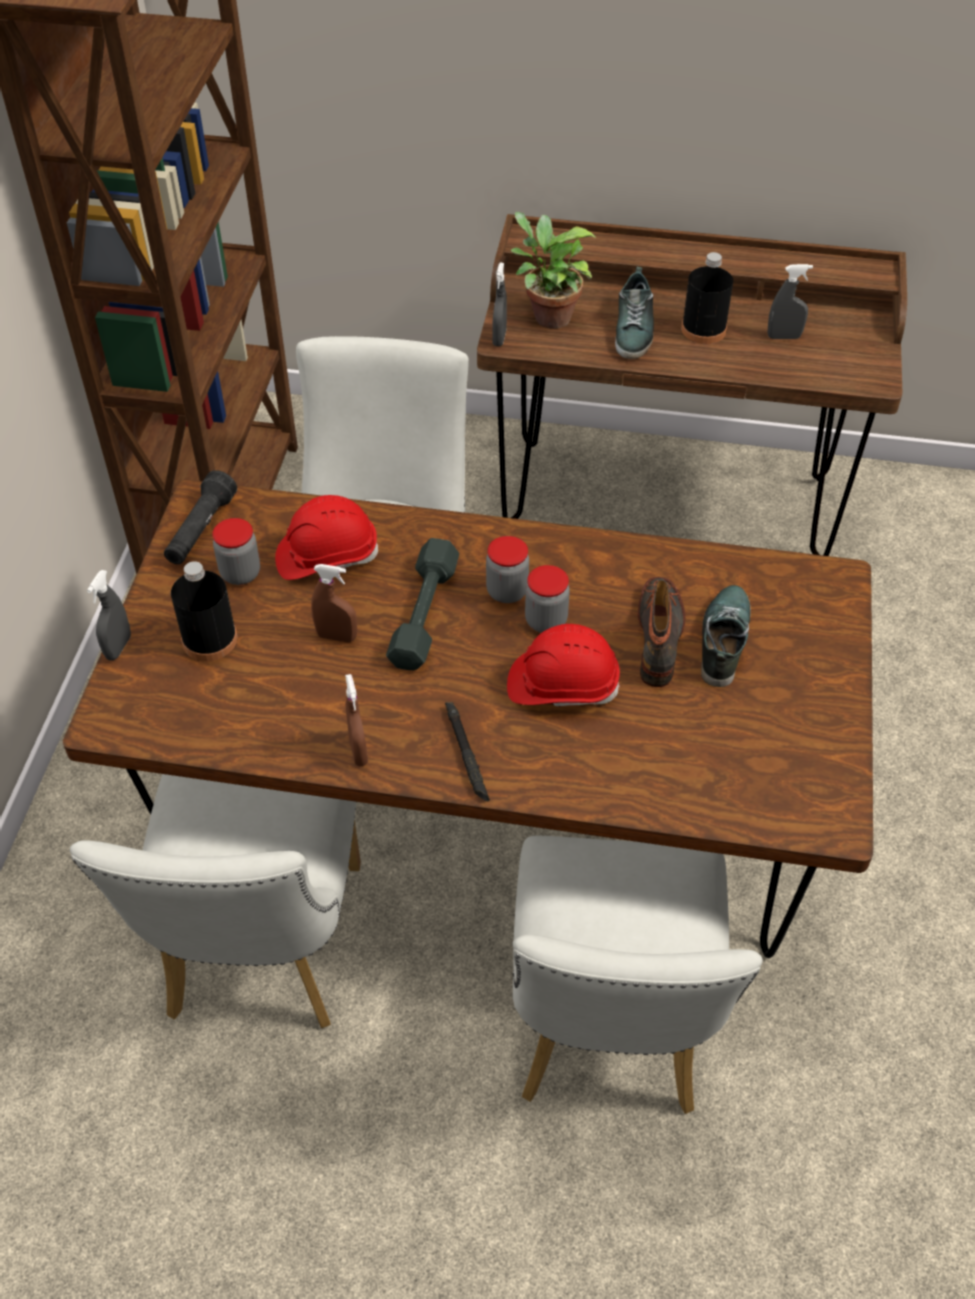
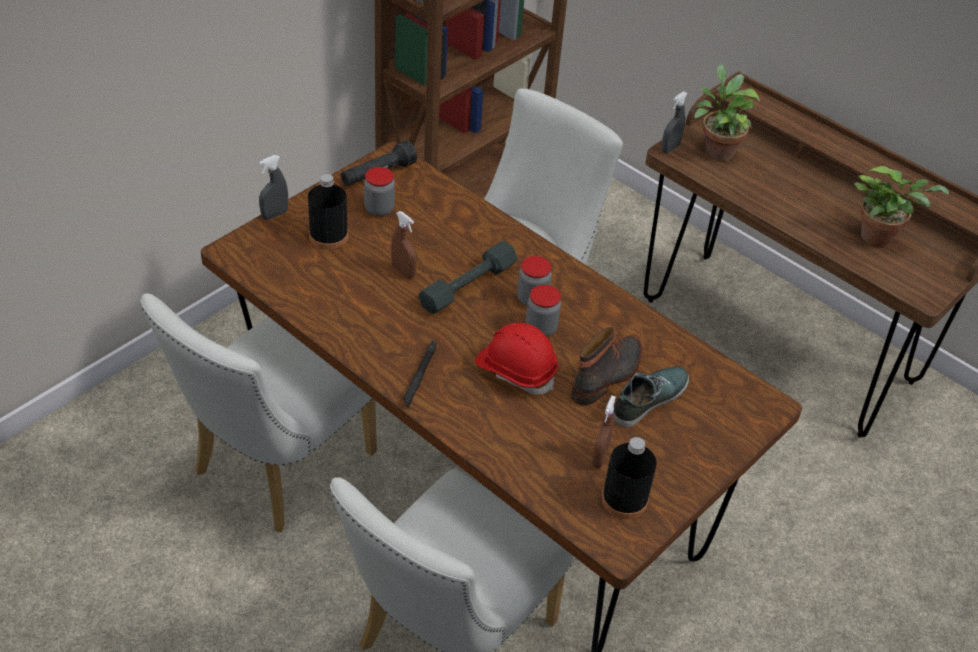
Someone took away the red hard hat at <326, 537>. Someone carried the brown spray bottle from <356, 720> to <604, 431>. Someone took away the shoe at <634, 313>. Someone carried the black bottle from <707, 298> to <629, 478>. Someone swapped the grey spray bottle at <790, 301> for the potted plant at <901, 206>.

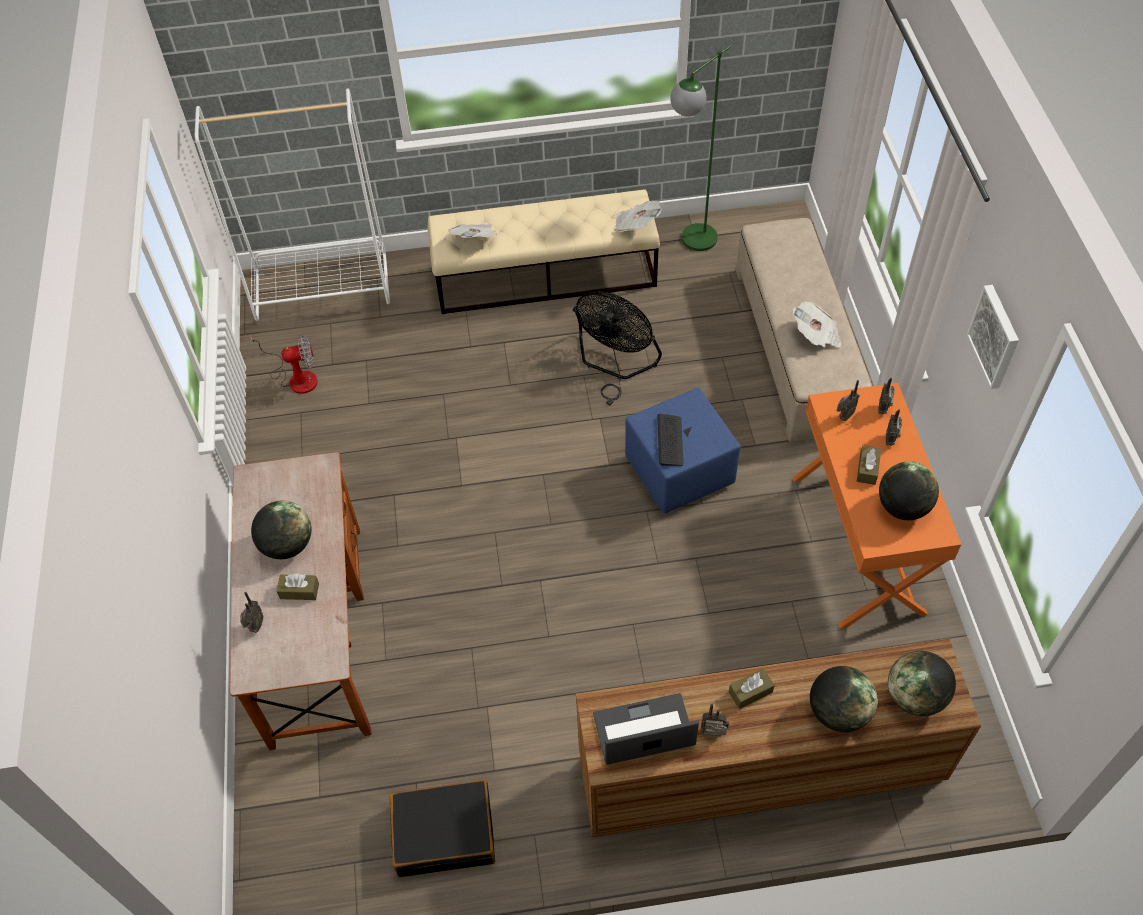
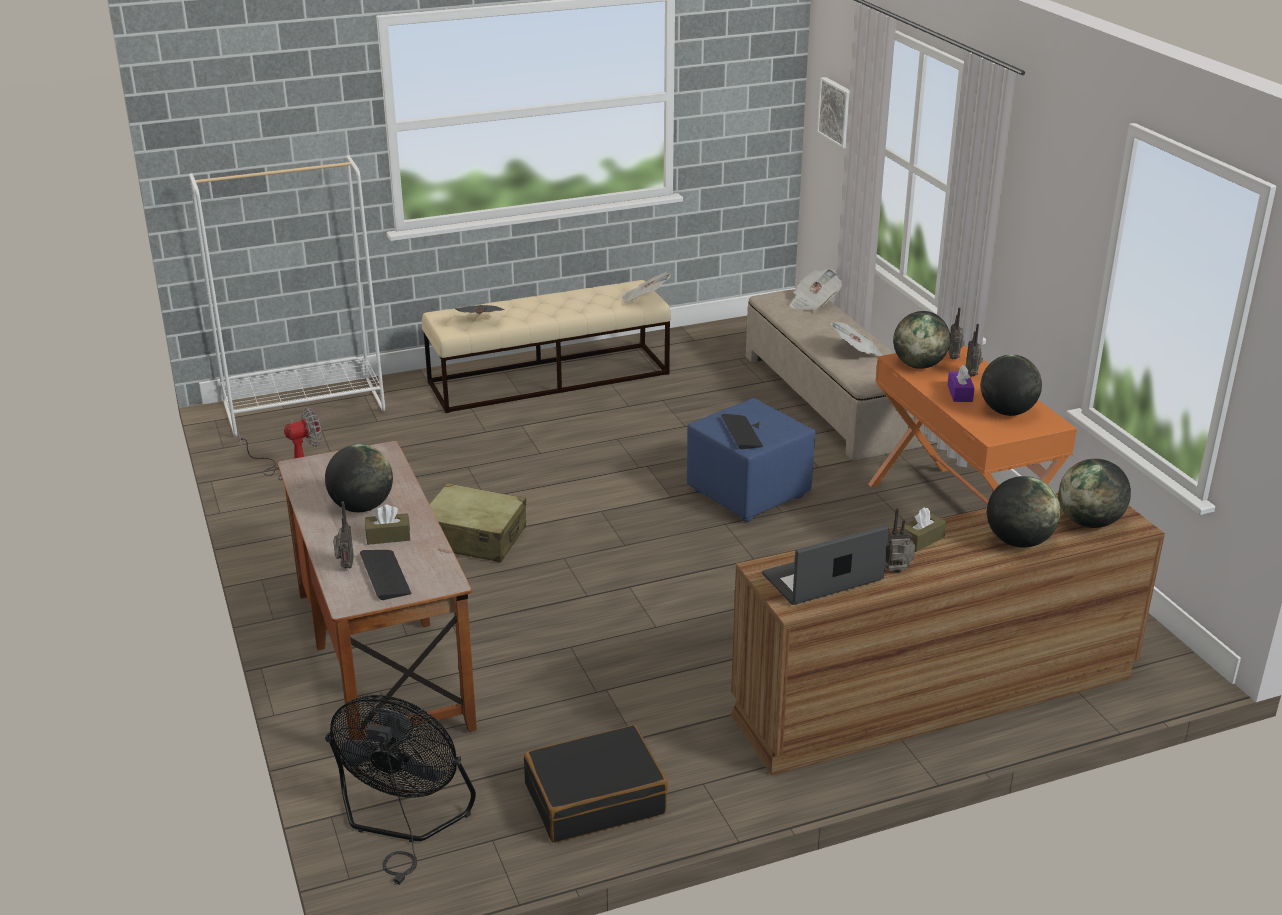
Someone carried the black fan from <617, 348> to <400, 790>. Someone took away the green floor lamp at <700, 148>. Someone swapped the radio at <848, 400> for the globe at <921, 340>. Someone repainted the brown tissue box at <869, 465>, which became the purple tissue box at <961, 383>. Someone carried the picture from <993, 337> to <833, 113>. Someone put down the keyboard at <385, 575>. Someone put down the beige suitcase at <477, 523>. Someone put down the newspaper at <816, 290>.

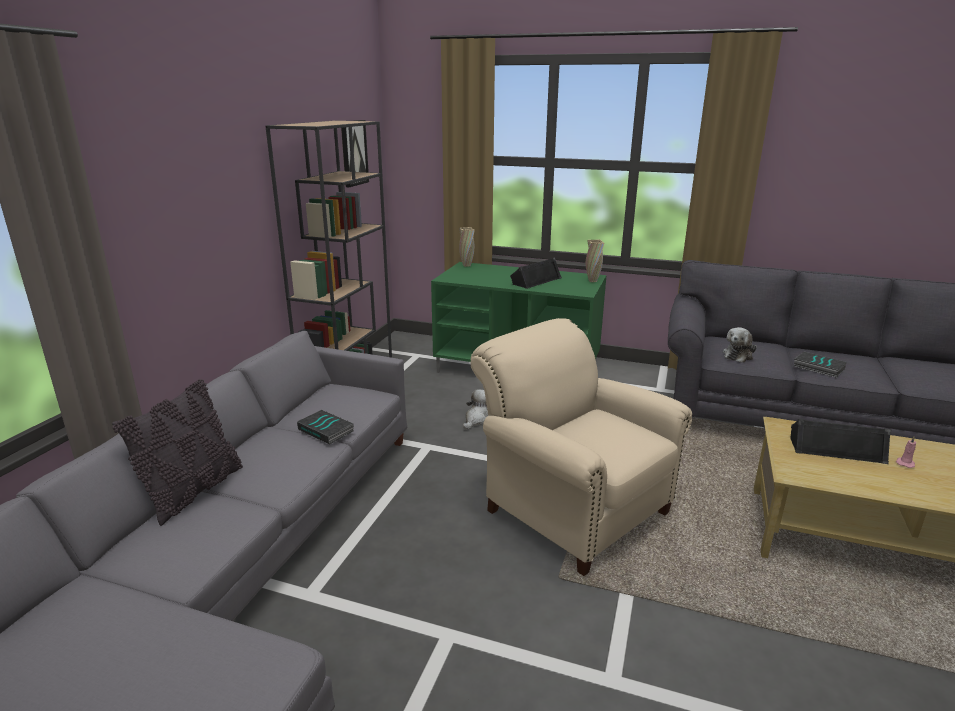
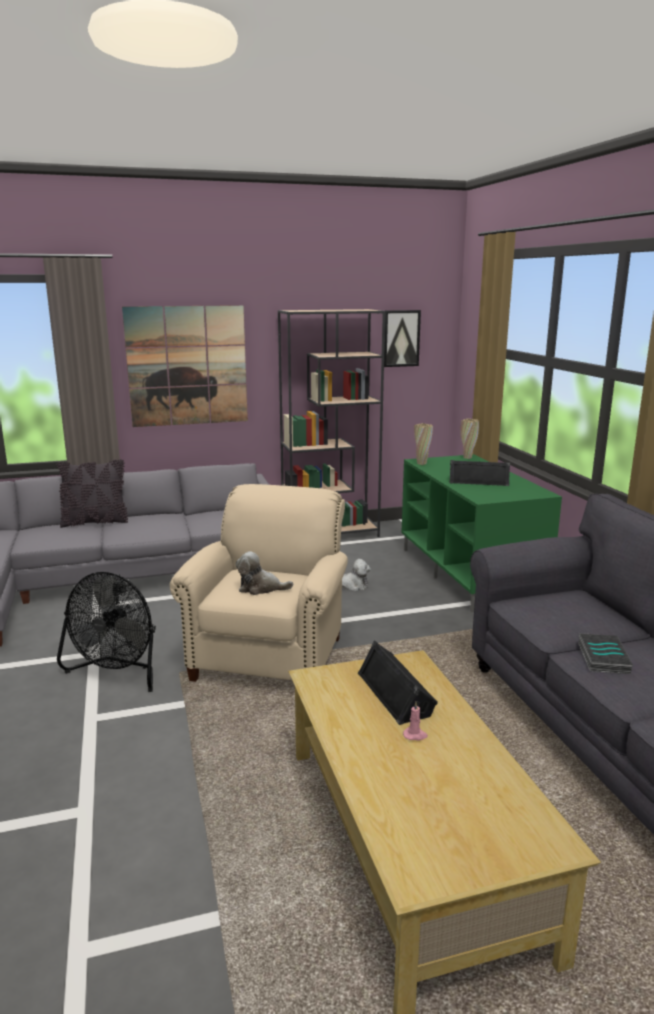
Someone took away the book at <325, 427>. Someone carried the beige vase from <595, 261> to <423, 444>. Someone carried the plush toy from <740, 344> to <264, 573>. Someone put down the black fan at <106, 632>. Someone put up the picture at <185, 366>.

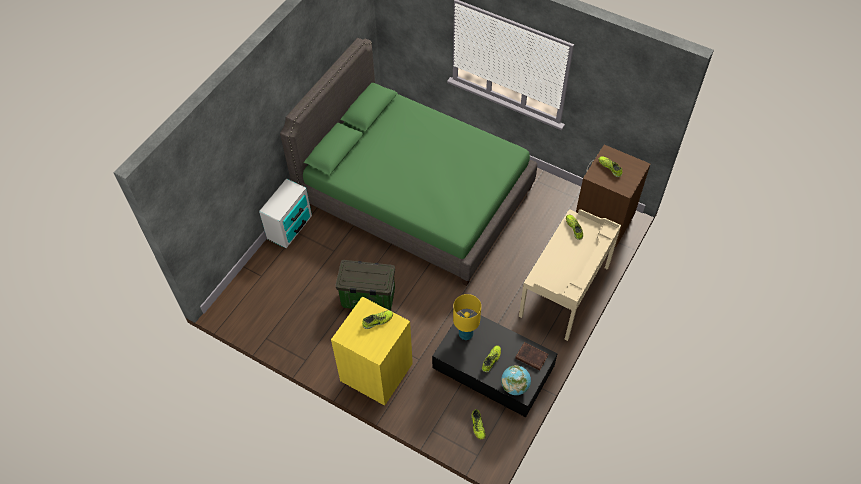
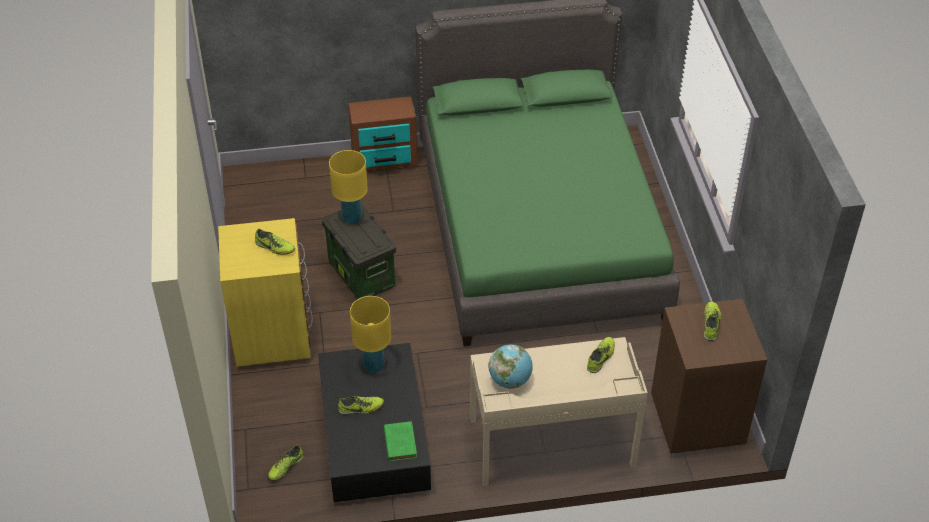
Someone repainted the white nightstand at <285, 213>, which became the brown nightstand at <383, 133>. Someone carried the globe from <516, 380> to <511, 367>. Someone repainted the brown book at <531, 356>, which became the green book at <400, 441>. Someone put down the yellow table lamp at <348, 187>.

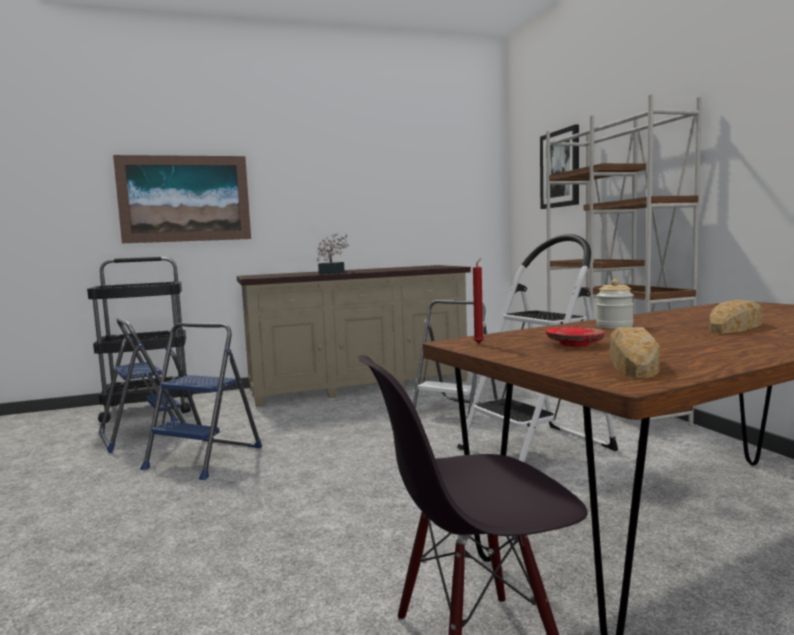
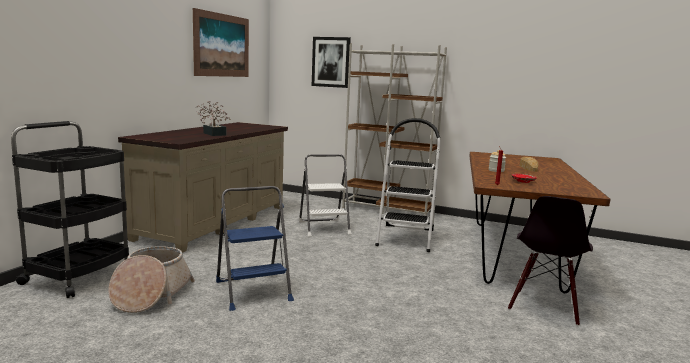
Someone swapped the blue step ladder at <142, 385> for the basket at <151, 279>. Someone carried the picture from <182, 199> to <221, 42>. Someone took away the bread at <635, 352>.

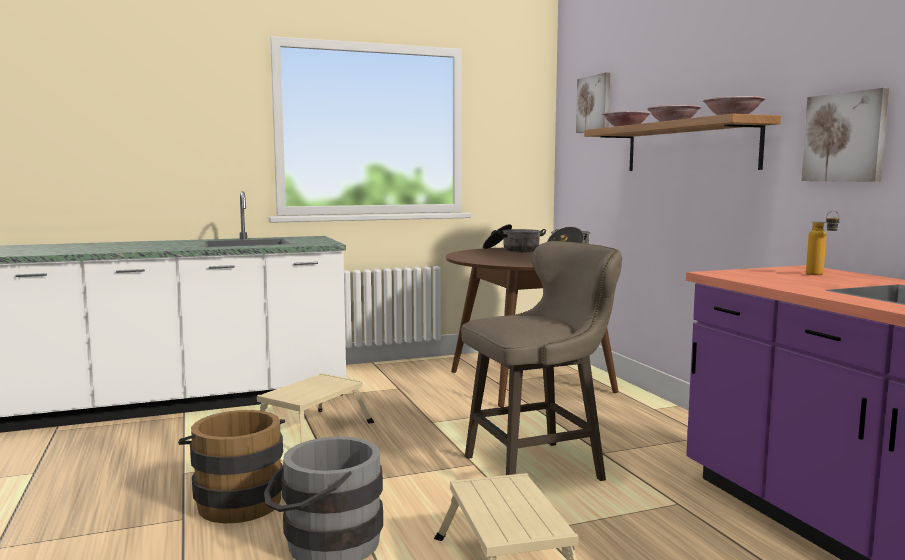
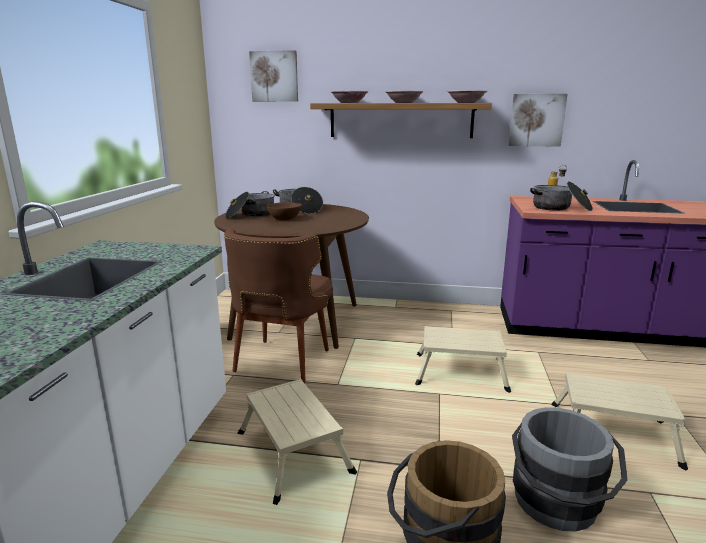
Someone swapped the beige stool at <541, 361> for the beige step ladder at <463, 359>. Someone put down the brown chair at <278, 305>. Someone put down the brown bowl at <284, 211>. Someone put down the cooking pot at <561, 196>.

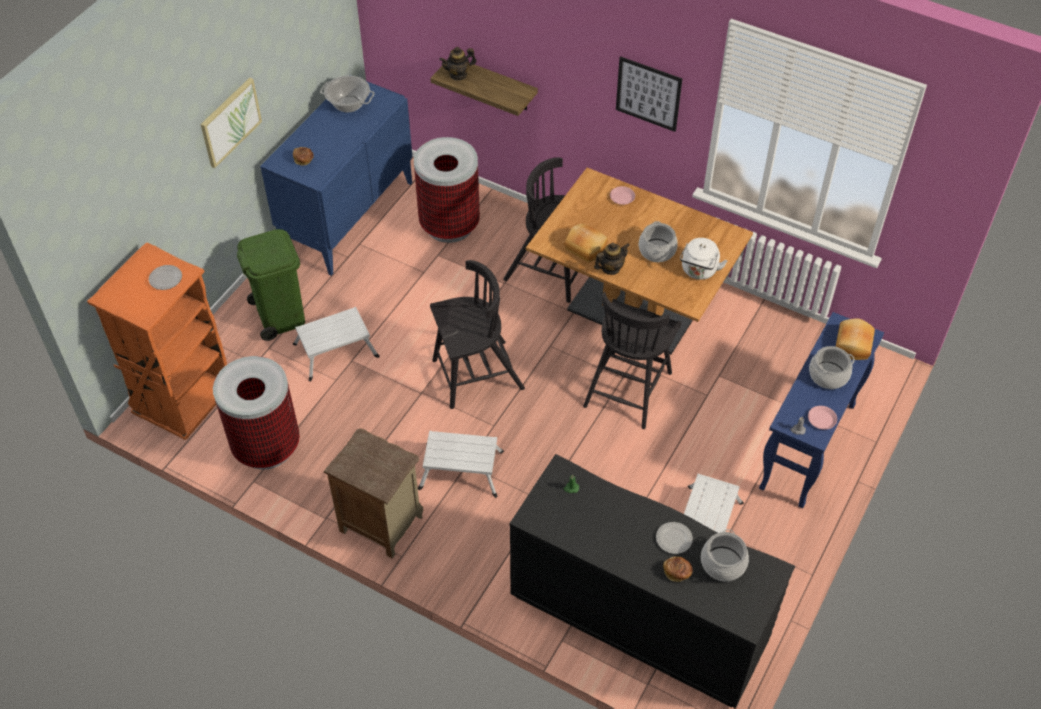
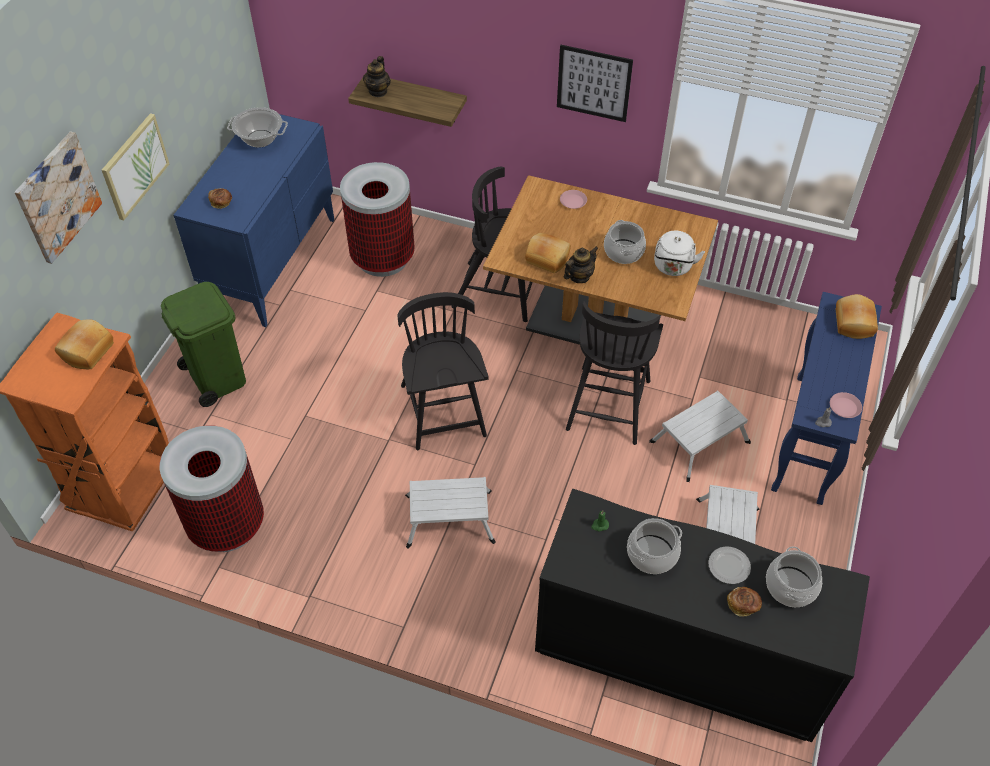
Someone swapped the plate at <165, 277> for the bread at <84, 344>. Someone carried the white step ladder from <336, 344> to <700, 436>. Someone took away the beige nightstand at <373, 493>. Someone rotated the black chair at <477, 334> by 75 degrees counterclockwise. Someone rotated the teapot at <458, 63> by 45 degrees counterclockwise. Someone carried the cooking pot from <832, 367> to <654, 546>. Someone put up the picture at <58, 197>.

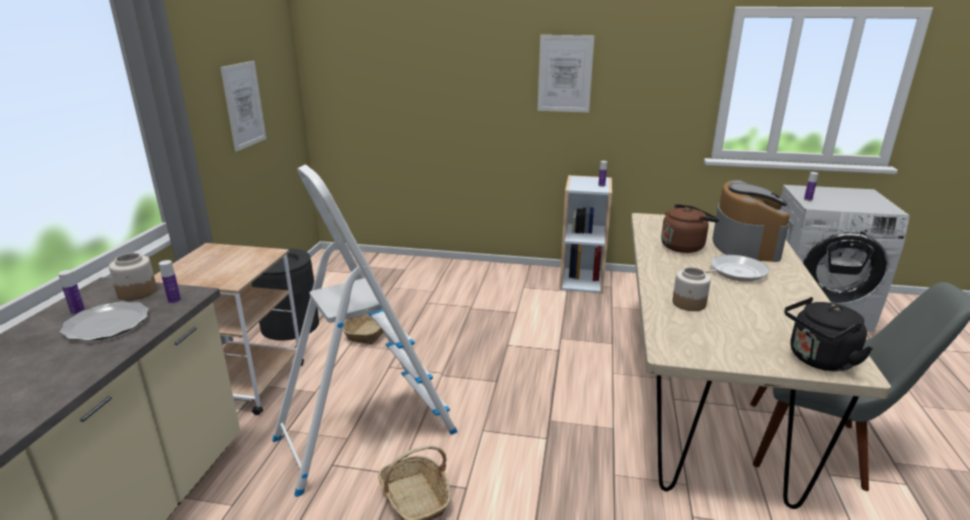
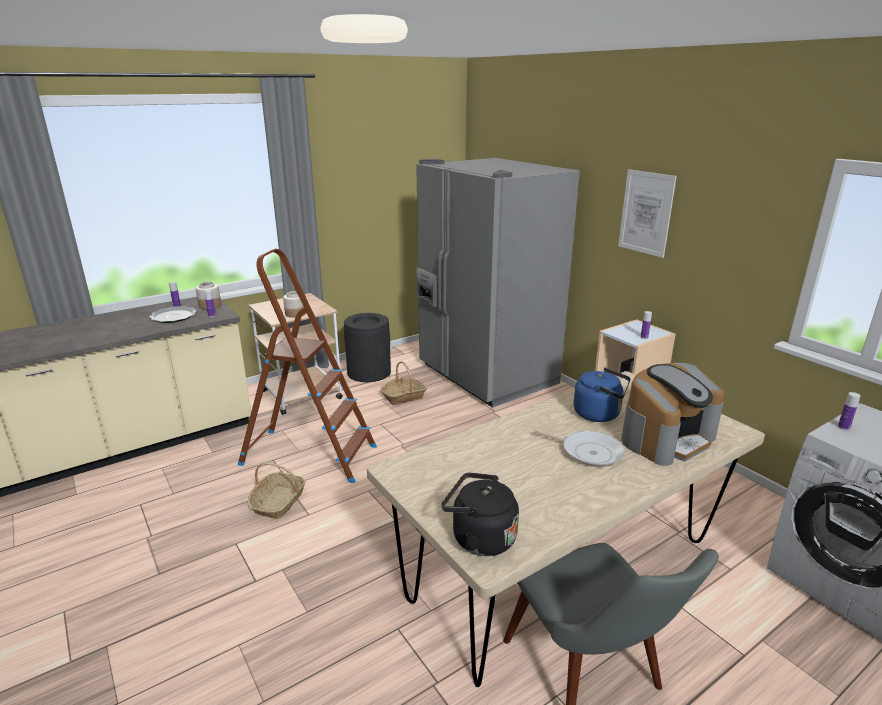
Someone took away the picture at <243, 106>. Someone repainted the white step ladder at <365, 331>, which became the brown step ladder at <307, 366>. Someone repainted the brown kettle at <690, 228>, which became the blue kettle at <601, 395>. Someone carried the jar from <691, 289> to <294, 304>. Someone put down the grey fridge at <498, 283>.

